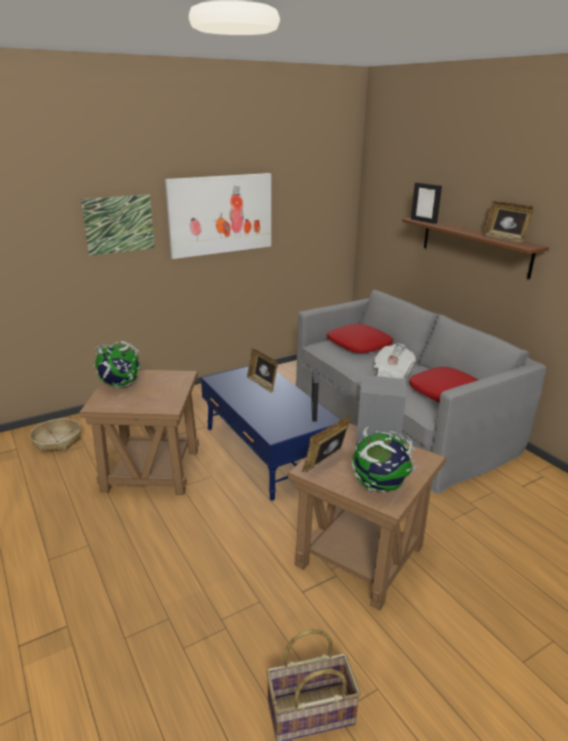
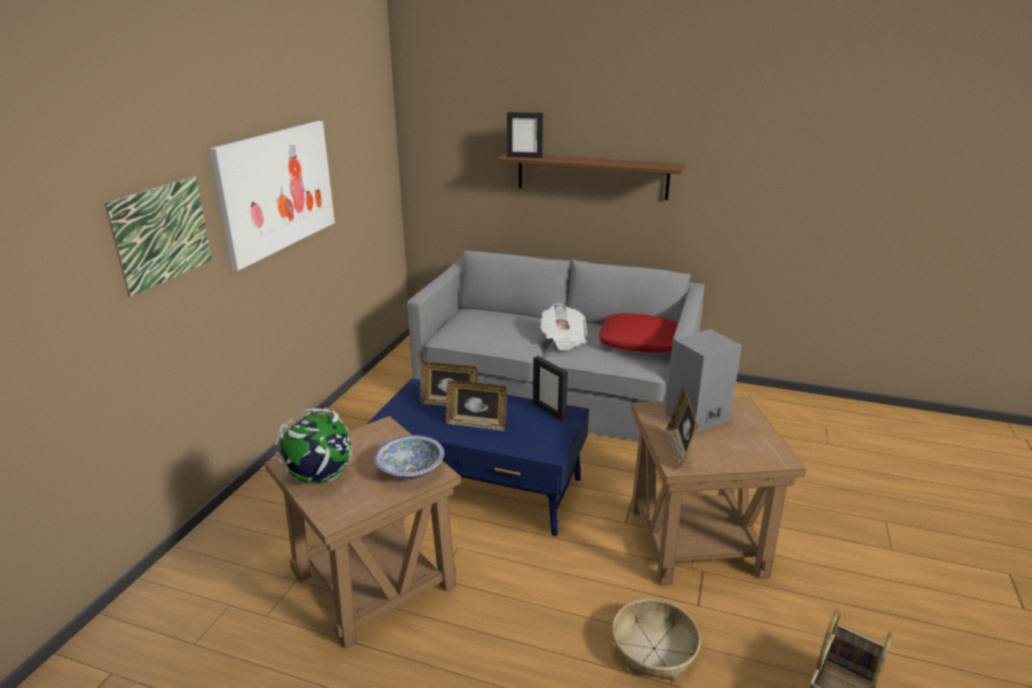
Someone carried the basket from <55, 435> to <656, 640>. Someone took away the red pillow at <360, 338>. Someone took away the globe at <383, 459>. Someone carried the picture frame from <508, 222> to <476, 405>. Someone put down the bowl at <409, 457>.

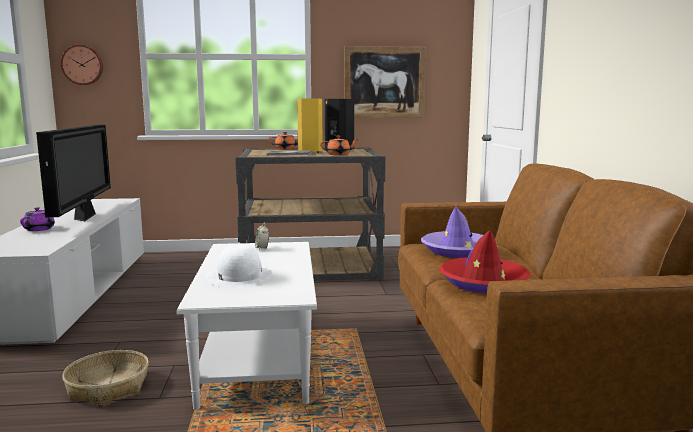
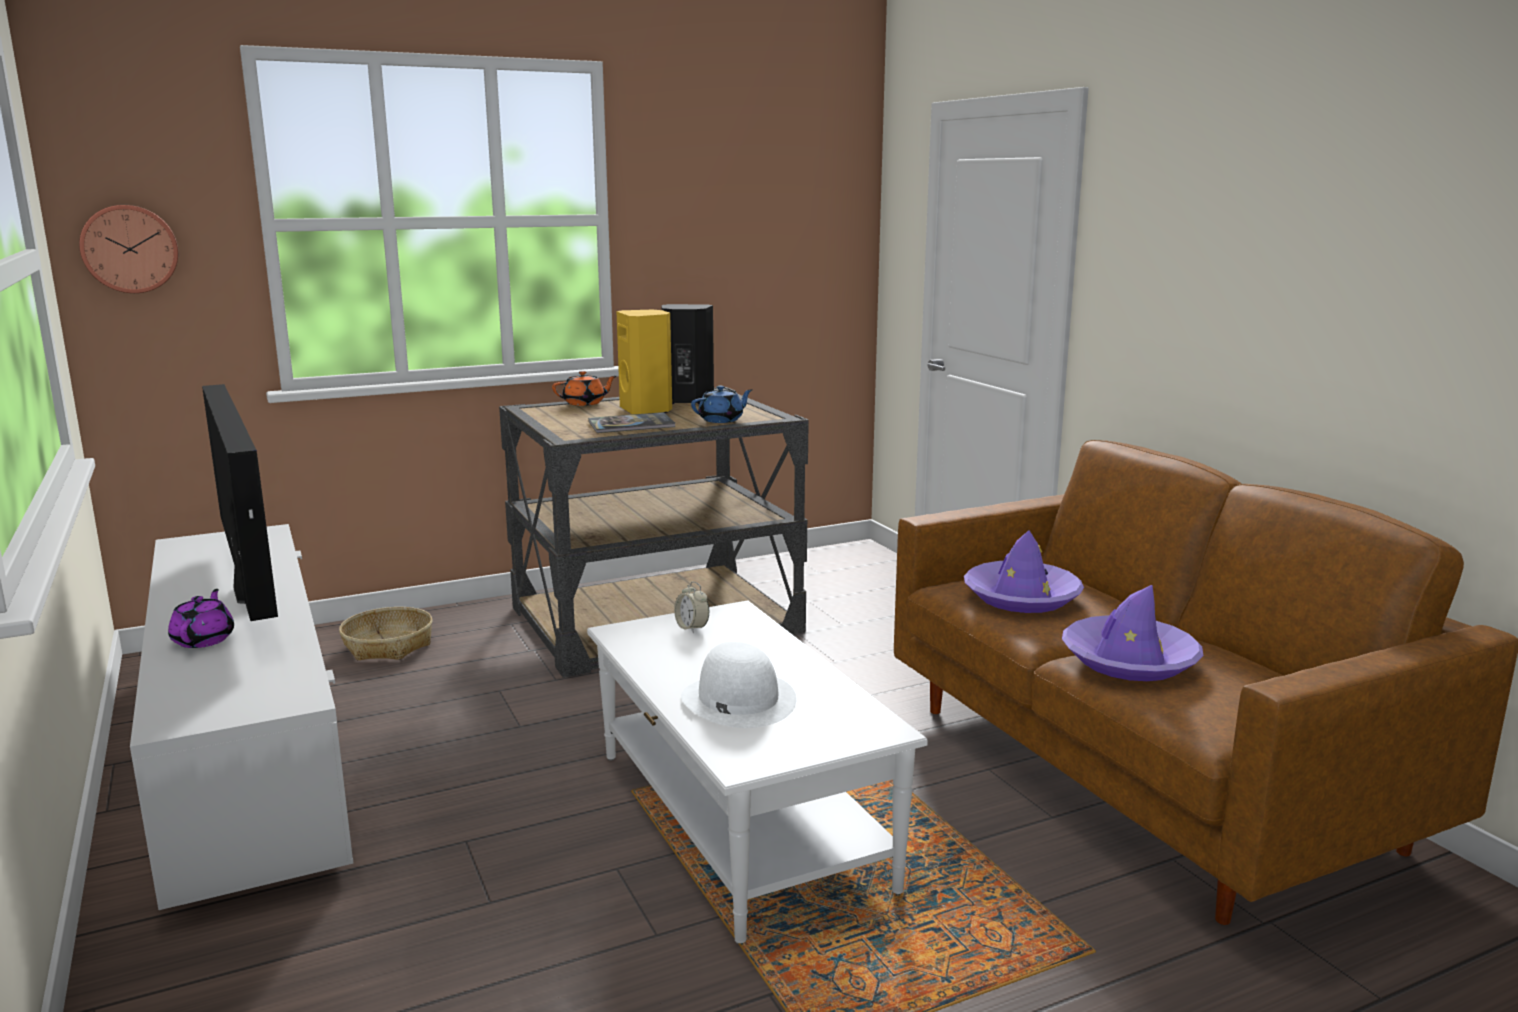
Someone carried the basket from <105, 378> to <386, 633>. Someone repainted the orange teapot at <339, 145>, which became the blue teapot at <722, 404>. Someone took away the picture at <385, 82>. Someone repainted the red hat at <484, 261>, which became the purple hat at <1132, 633>.

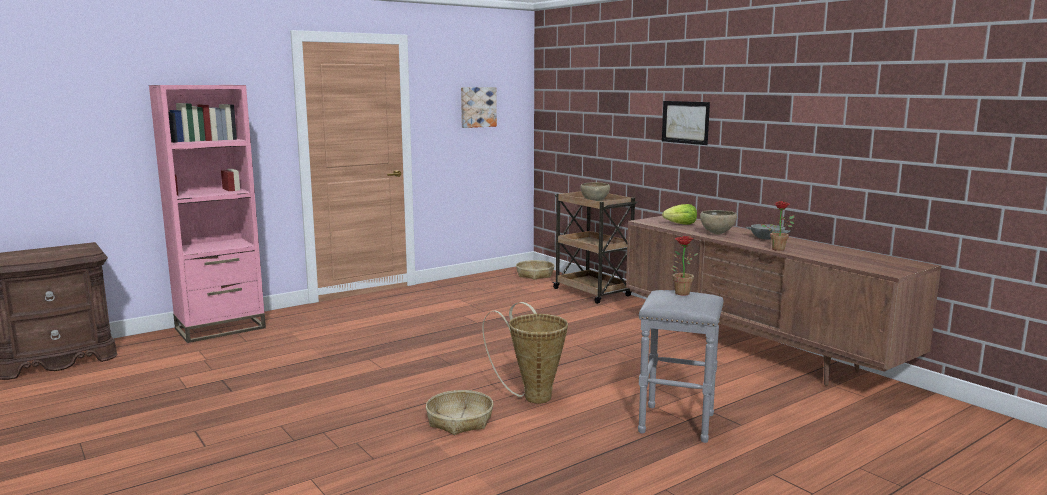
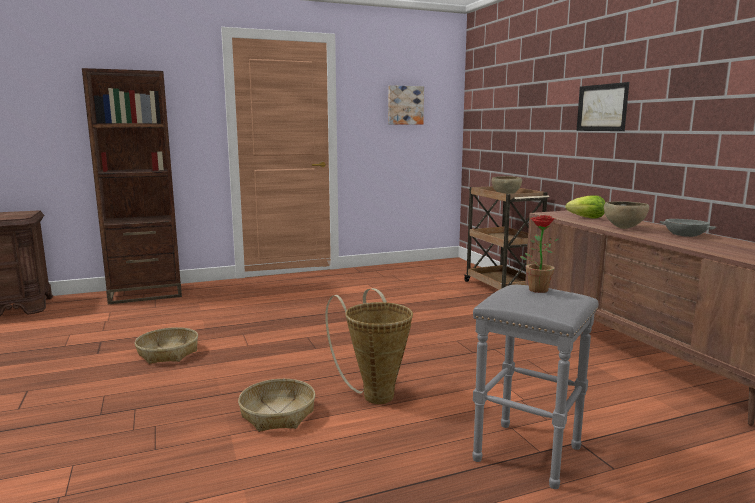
Someone repainted the pink bookcase at <207, 214>, which became the brown bookcase at <132, 186>. Someone carried the basket from <535, 270> to <166, 345>. Someone took away the potted plant at <778, 226>.

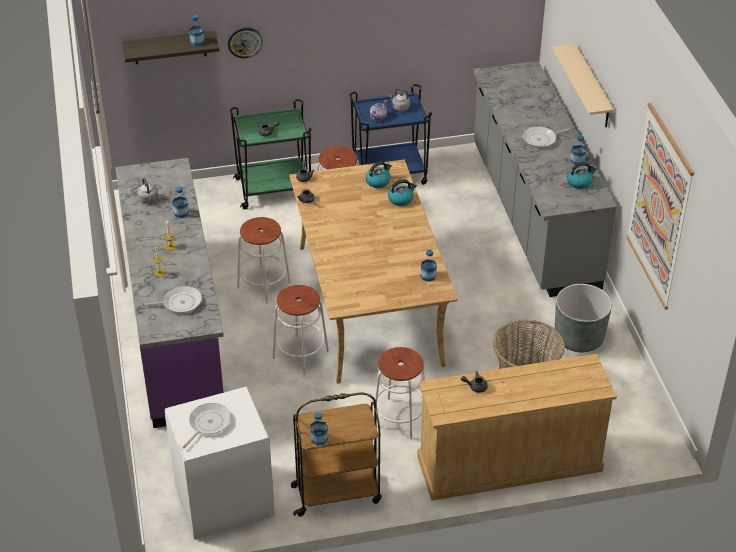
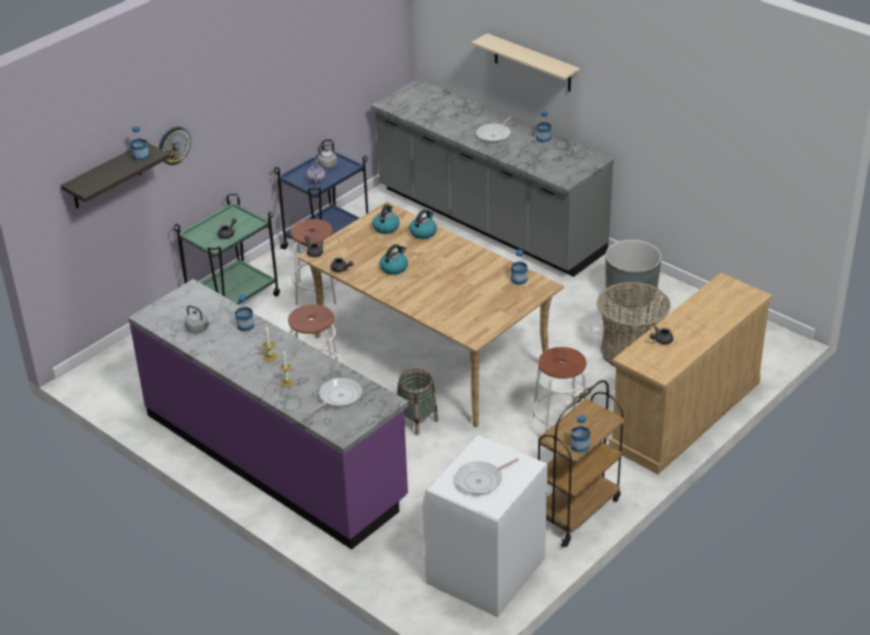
Someone rotated the frying pan at <207, 425> by 120 degrees counterclockwise. Someone swapped the white stool at <301, 330> for the basket at <417, 402>. Someone carried the kettle from <581, 175> to <394, 259>. Someone took away the picture at <660, 206>.

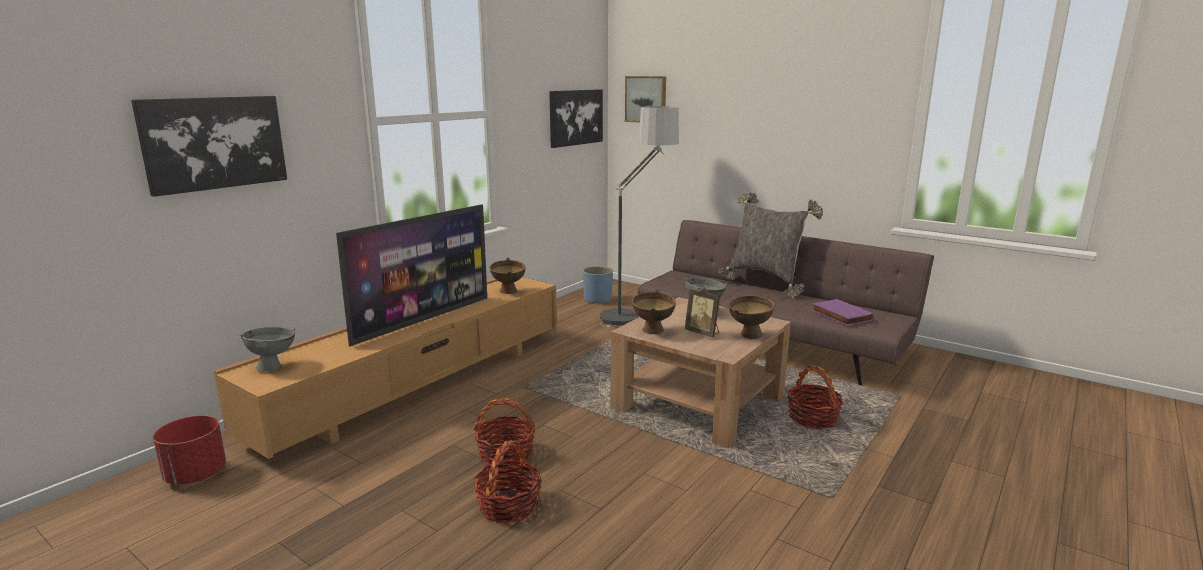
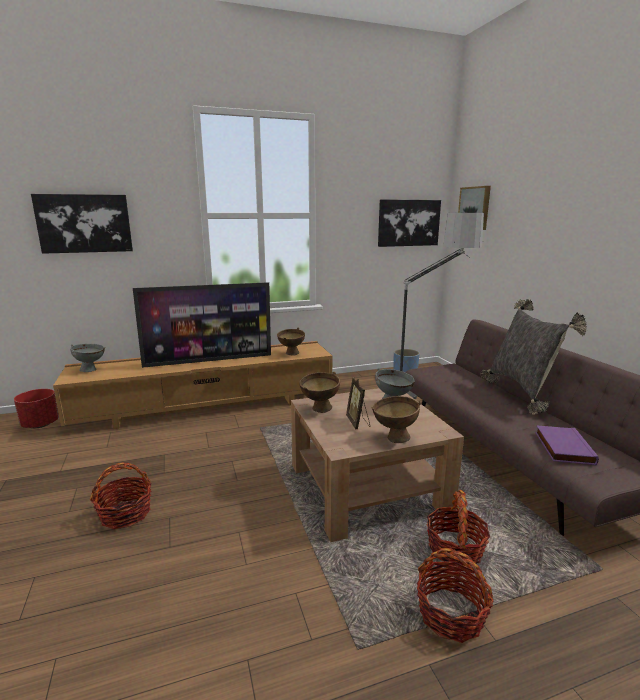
Someone carried the basket from <504, 432> to <455, 595>.

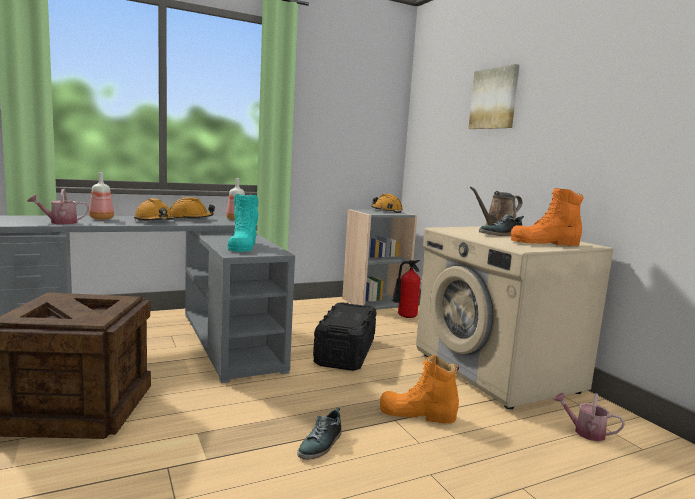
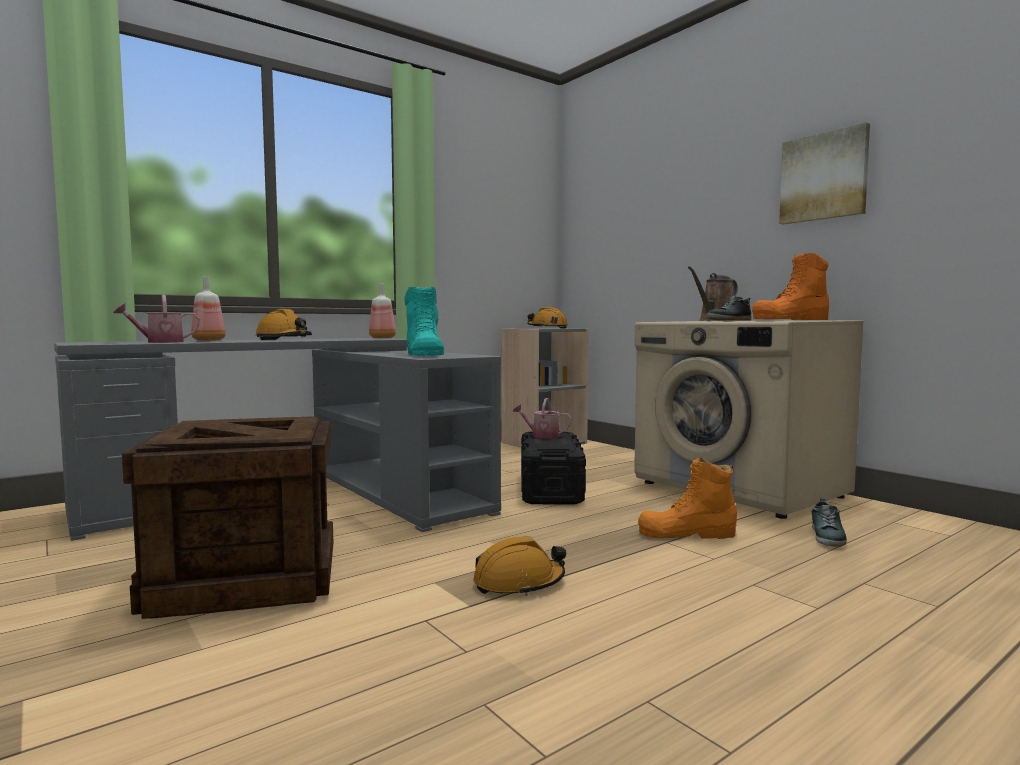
Someone carried the orange hard hat from <192, 208> to <519, 566>. Someone carried the shoe from <319, 433> to <829, 522>. Someone took away the fire extinguisher at <406, 289>. Someone carried the picture from <494, 96> to <824, 173>. Someone carried the watering can from <589, 417> to <542, 418>.

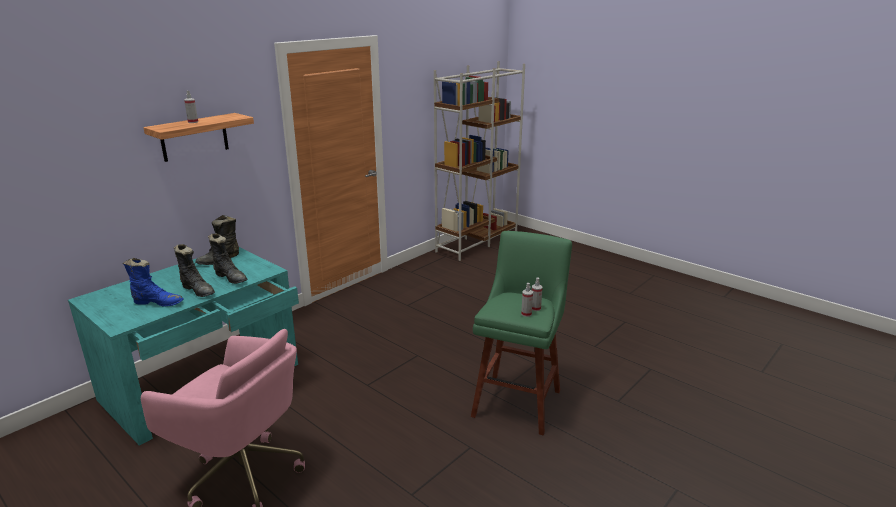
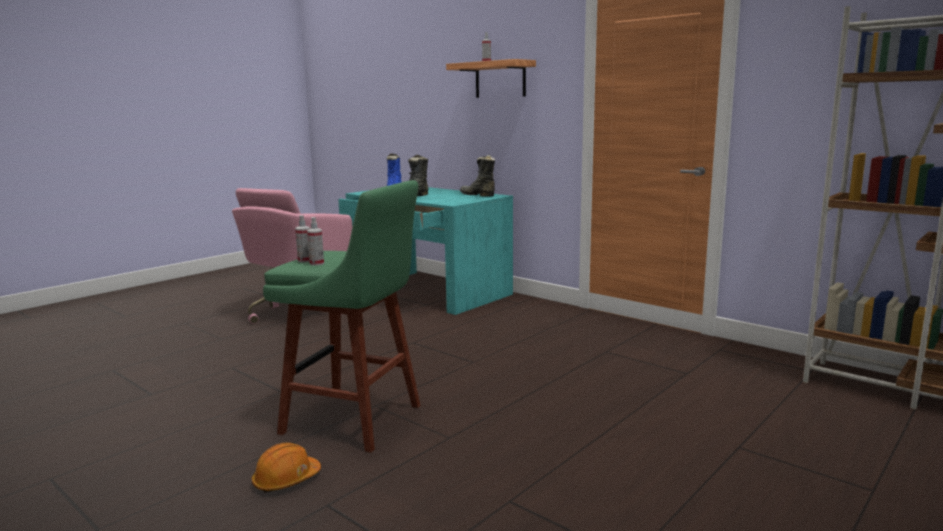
Someone took away the black boot at <227, 258>. Someone put down the orange hard hat at <286, 467>.

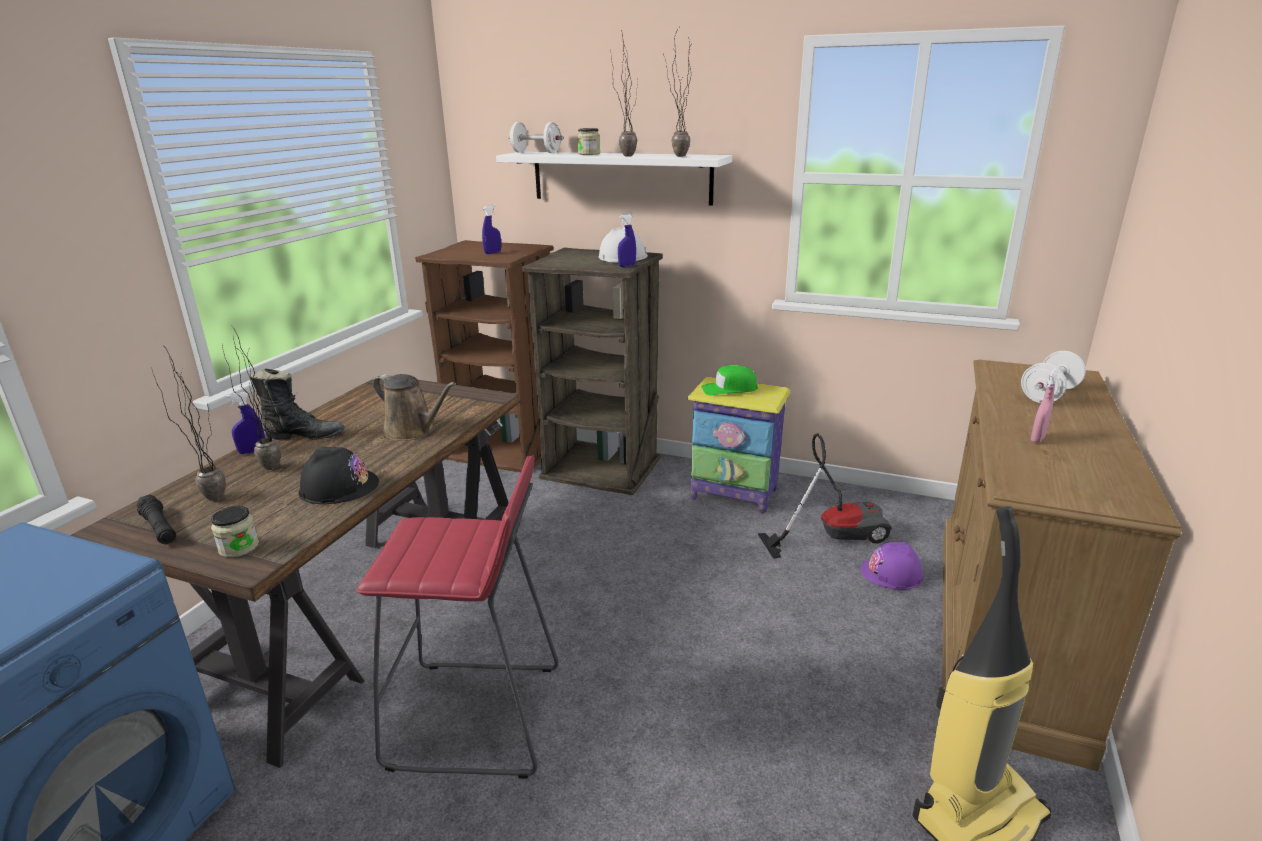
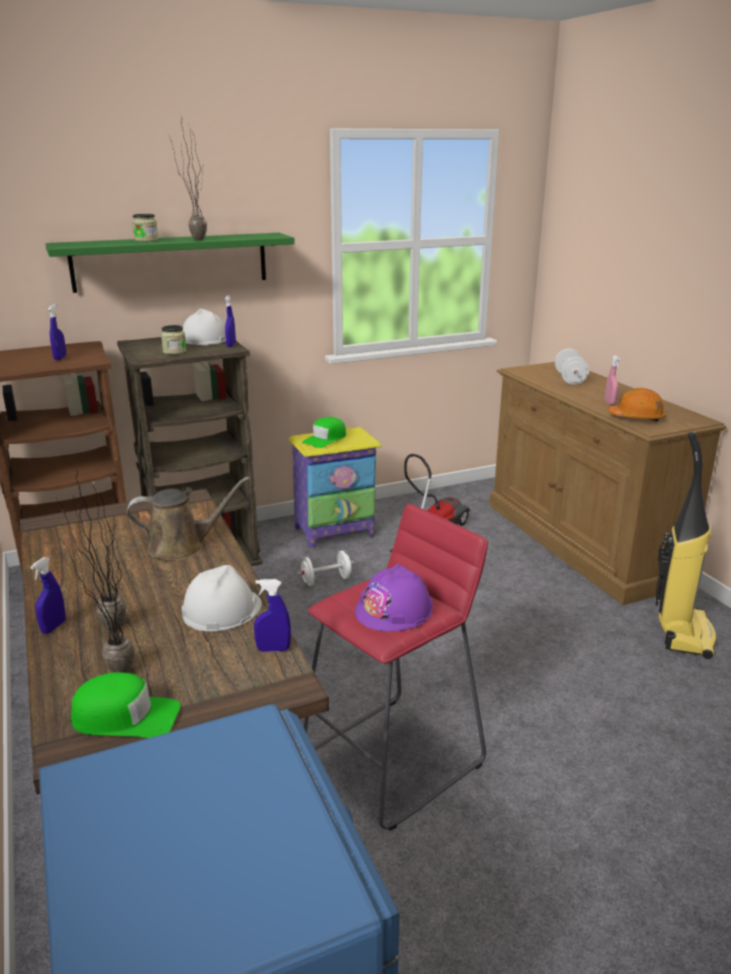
Someone swapped the black flashlight at <156, 519> for the green cap at <125, 705>. Someone carried the jar from <235, 532> to <173, 340>. Someone took away the black boot at <297, 404>. Someone repainted the black hard hat at <338, 475>, which became the white hard hat at <222, 598>. Someone repainted the white shelf at <614, 179>, which became the green shelf at <170, 263>. Someone carried the white dumbbell from <535, 137> to <326, 568>. Someone took away the potted plant at <677, 92>. Someone carried the purple hard hat from <892, 566> to <394, 598>. Someone put down the blue spray bottle at <272, 615>. Someone put down the orange hard hat at <637, 405>.

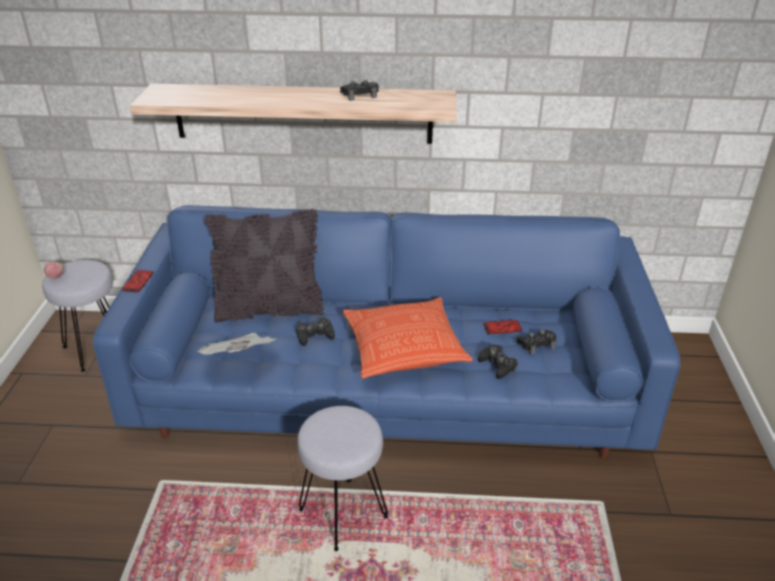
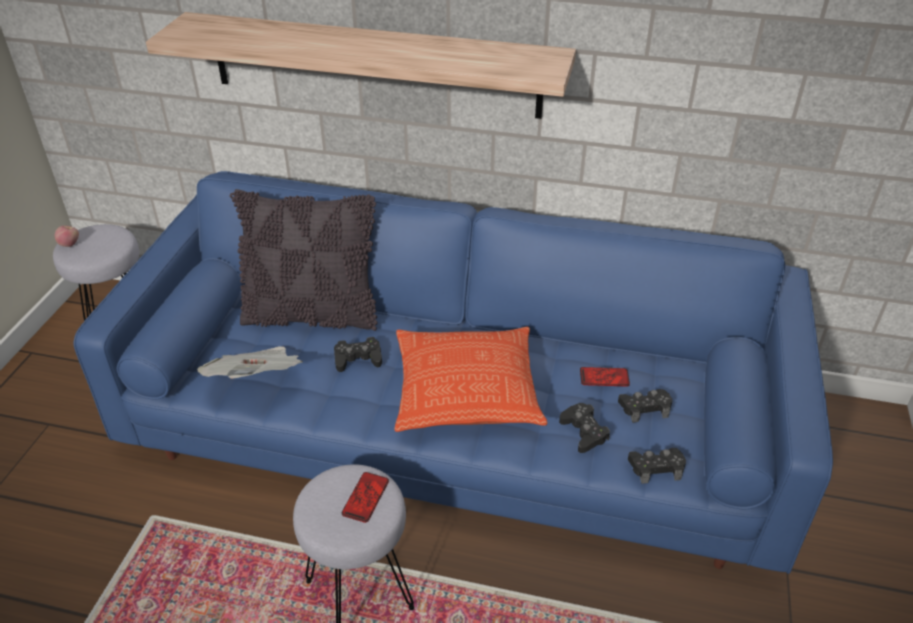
Someone carried the phone from <138, 281> to <365, 497>. Someone carried the black game controller from <359, 90> to <657, 466>.

